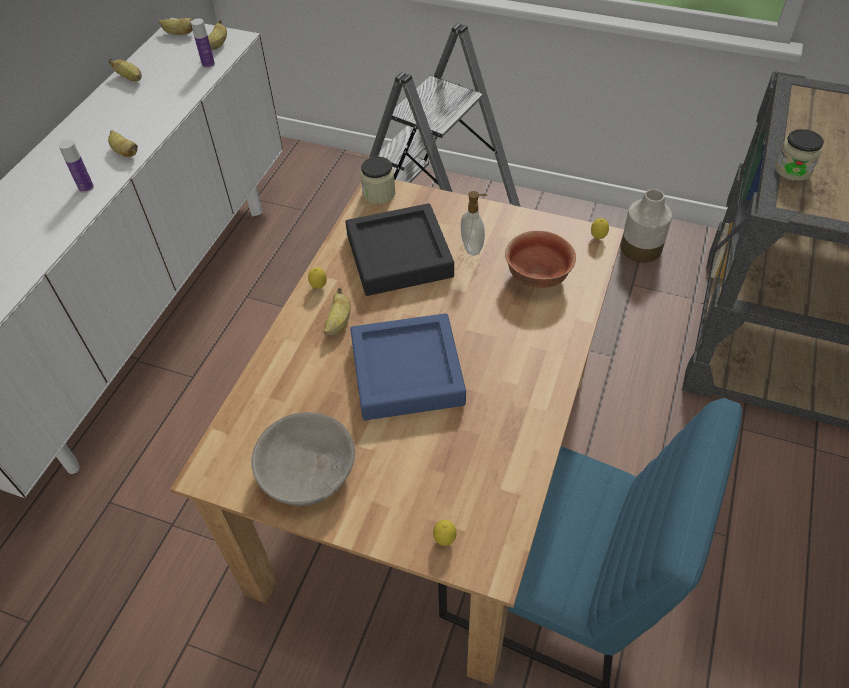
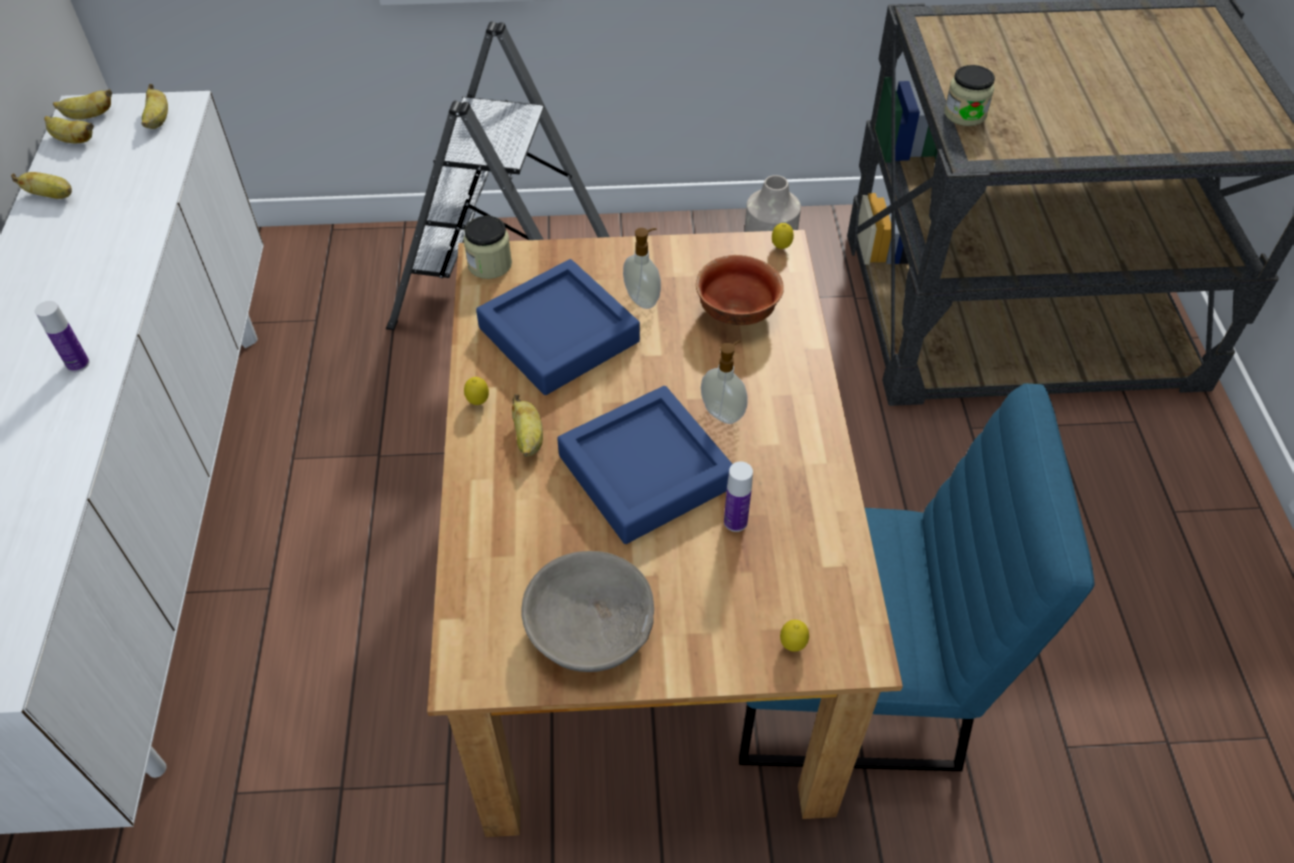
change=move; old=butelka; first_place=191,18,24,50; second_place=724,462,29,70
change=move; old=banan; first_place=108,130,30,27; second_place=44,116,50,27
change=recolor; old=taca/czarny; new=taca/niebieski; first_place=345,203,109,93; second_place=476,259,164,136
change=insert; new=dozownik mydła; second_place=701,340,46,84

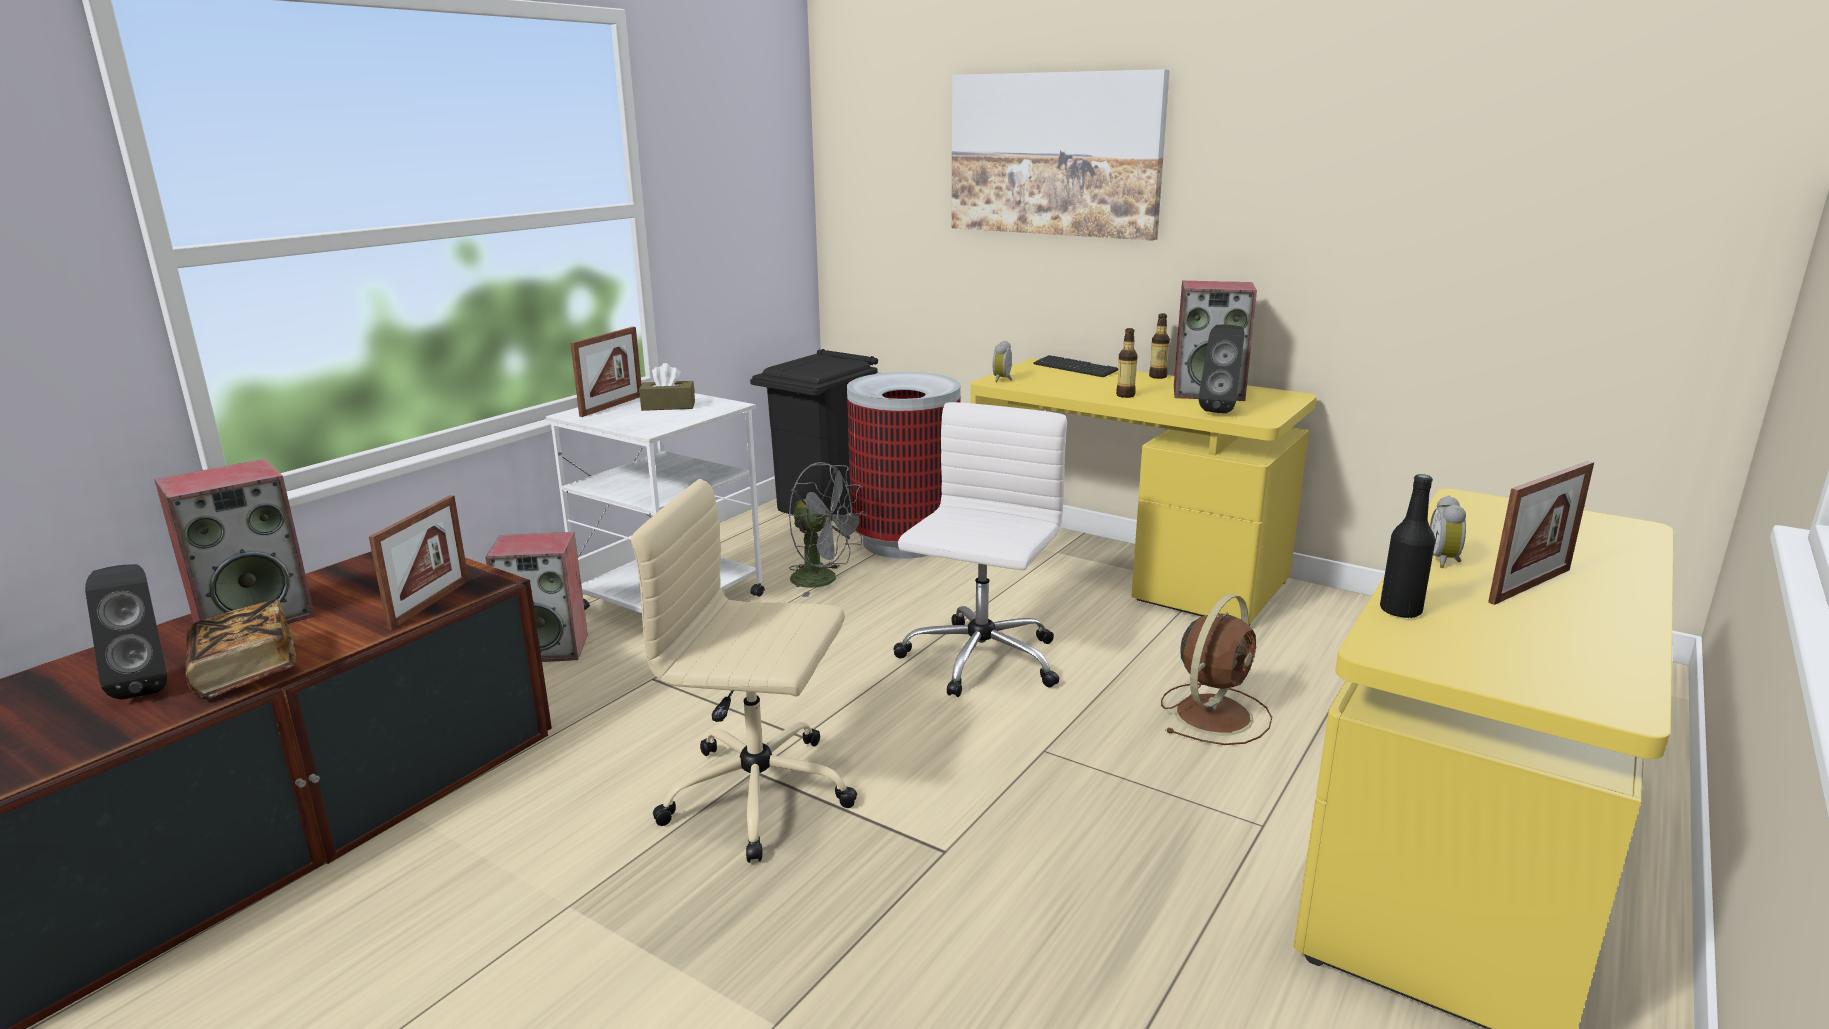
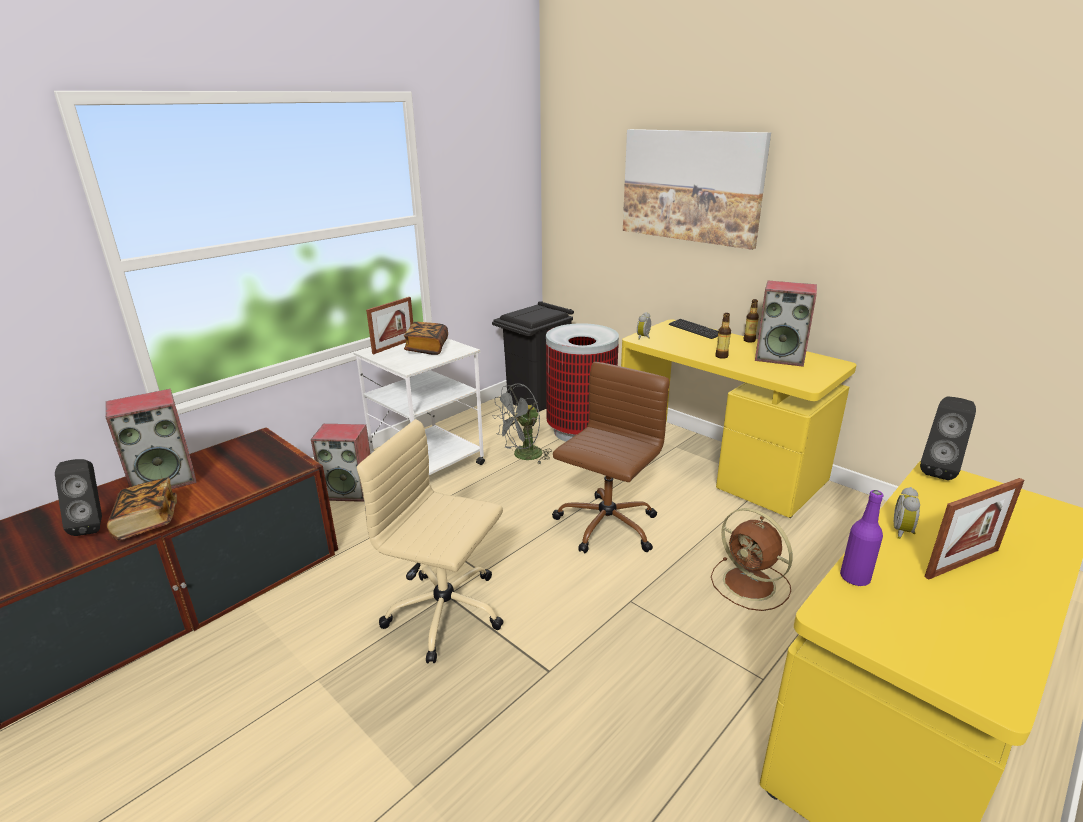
change=move; old=głośnik/czarny; first_place=1198,325,47,88; second_place=920,396,56,84
change=replace; old=pudełko chusteczek/brązowy; new=książka; first_place=639,363,56,48; second_place=404,322,44,33
change=recolor; old=krzesło biurowe/biały; new=krzesło biurowe/brązowy; first_place=893,402,174,295; second_place=552,362,118,191
change=rotate; old=wentylator/szary; first_place=788,462,79,135; second_place=492,383,60,81; degrees=105
change=recolor; old=butelka/czarny; new=butelka/fioletowy; first_place=1380,474,55,145; second_place=840,490,44,96
change=delete; old=ramka na zdjęcie; first_place=369,495,100,135
change=rotate; old=wentylator/brązowy; first_place=1161,594,111,151; second_place=711,508,82,103; degrees=90

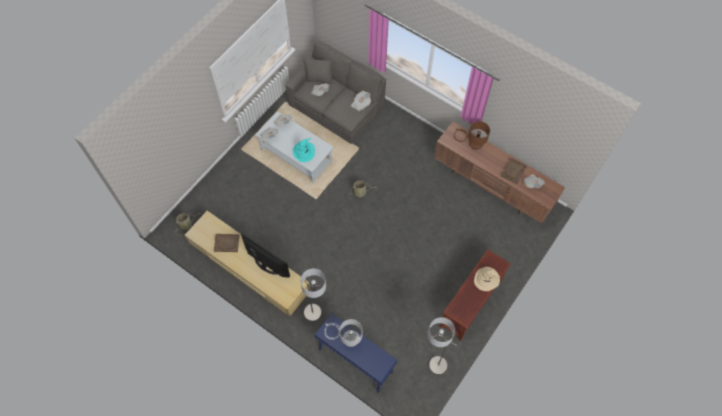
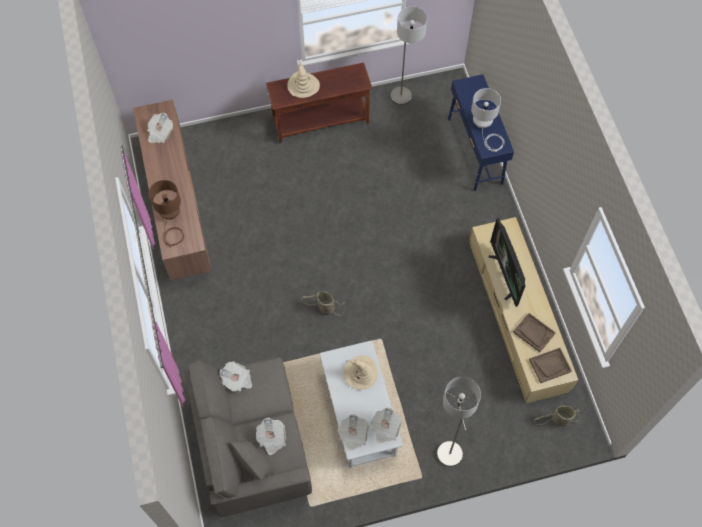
change=recolor; old=kapelusz/turkusowy; new=kapelusz/beżowy; first_place=293,138,22,24; second_place=343,355,35,35
change=move; old=taca/brązowy; first_place=501,158,26,26; second_place=529,348,43,35
change=move; old=lampa stojąca/szary; first_place=301,269,25,52; second_place=437,377,44,90

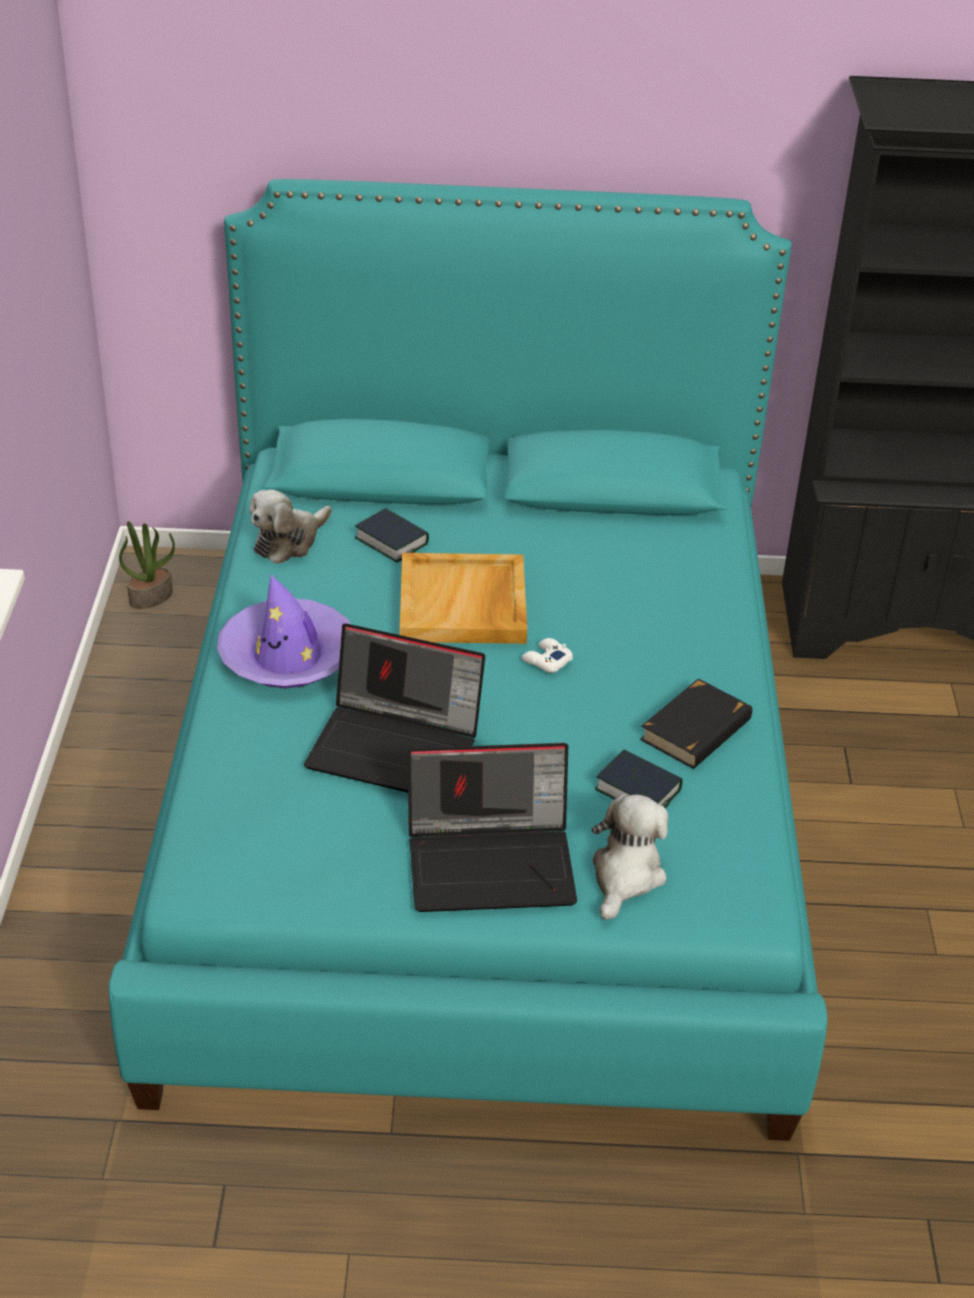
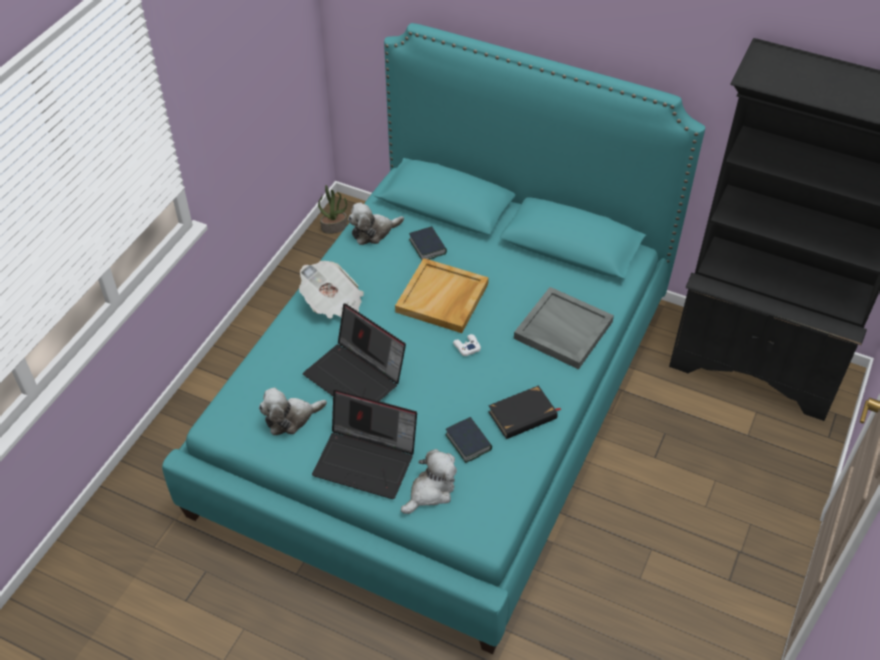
change=replace; old=kapelusz/fioletowy; new=gazeta; first_place=217,575,134,113; second_place=299,261,65,58
change=insert; new=taca/szary; second_place=514,287,100,82
change=insert; new=pluszak; second_place=259,388,68,47

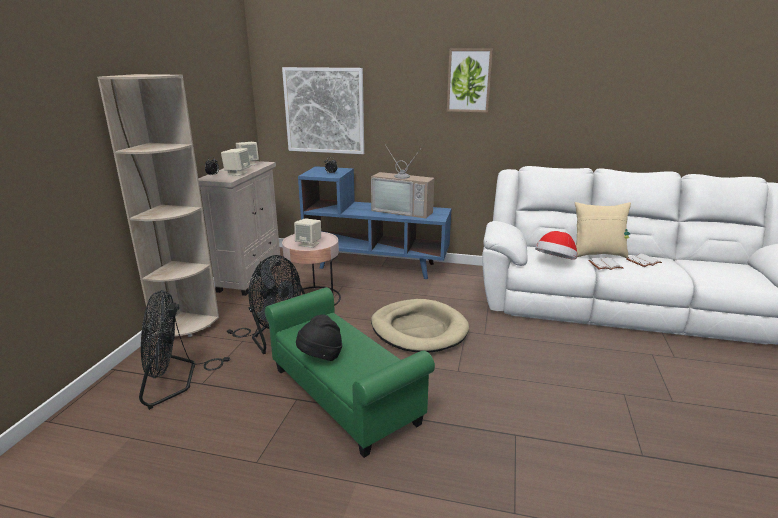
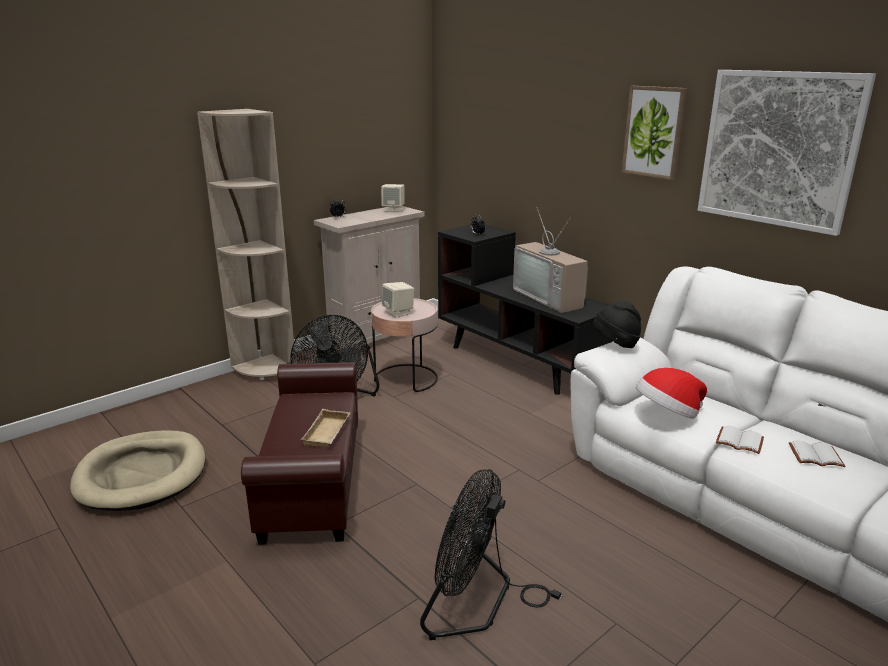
change=move; old=obraz; first_place=282,67,82,87; second_place=698,70,178,166
change=delete; old=głośnik/beżowy; first_place=221,148,30,28
change=recolor; old=szafka pod telewizor/niebieski; new=szafka pod telewizor/czarny; first_place=298,166,154,113; second_place=438,225,175,170
change=delete; old=poduszka/beżowy; first_place=575,202,56,56
change=recolor; old=pufa/zielony; new=pufa/brązowy; first_place=265,287,170,171; second_place=241,362,117,183
change=move; old=wentylator/czarny; first_place=139,290,92,120; second_place=420,469,143,172
change=move; old=legowisko/beżowy; first_place=371,299,98,54; second_place=70,430,136,81
change=move; old=kapelusz/czarny; first_place=296,314,46,47; second_place=593,301,48,47
change=insert; new=taca/beżowy; second_place=300,409,51,38

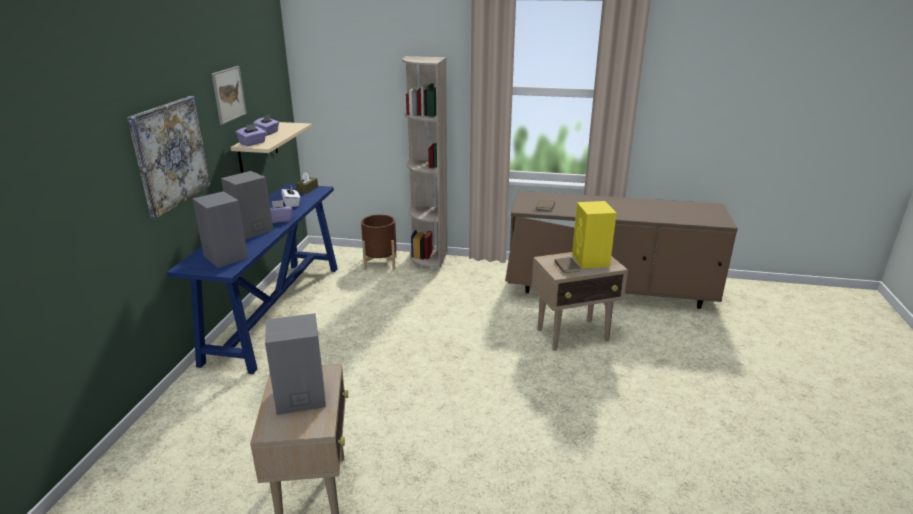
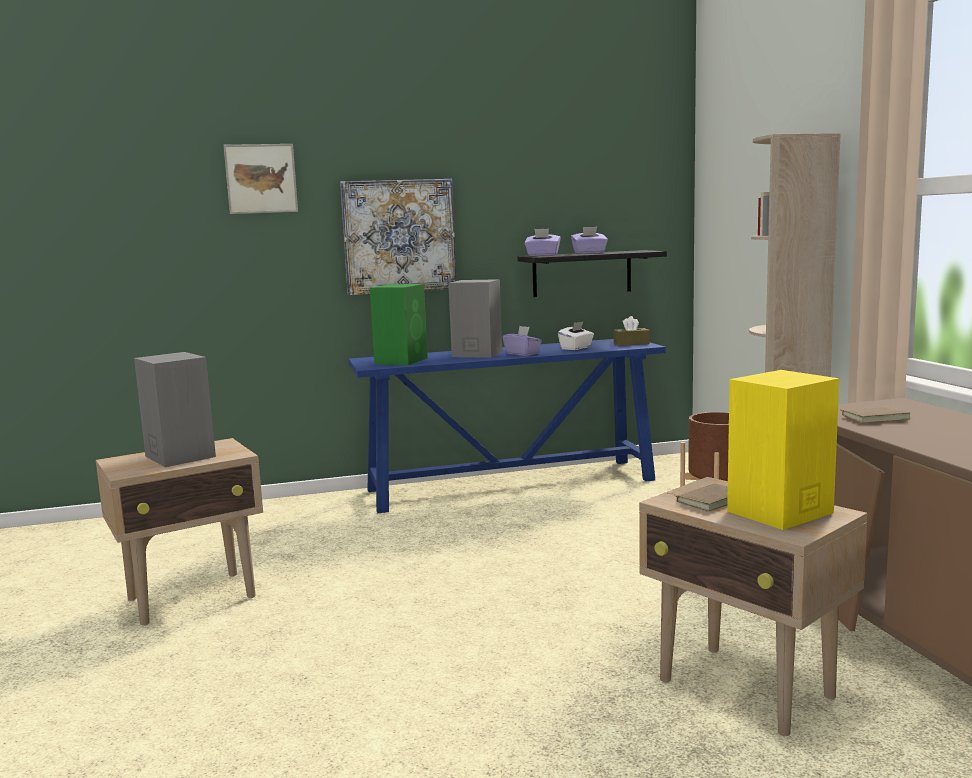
change=move; old=obraz; first_place=212,66,35,59; second_place=224,144,74,70
change=recolor; old=półka/beżowy; new=półka/czarny; first_place=230,122,82,51; second_place=517,250,150,47
change=recolor; old=głośnik/szary; new=głośnik/zielony; first_place=192,191,56,77; second_place=370,284,58,81

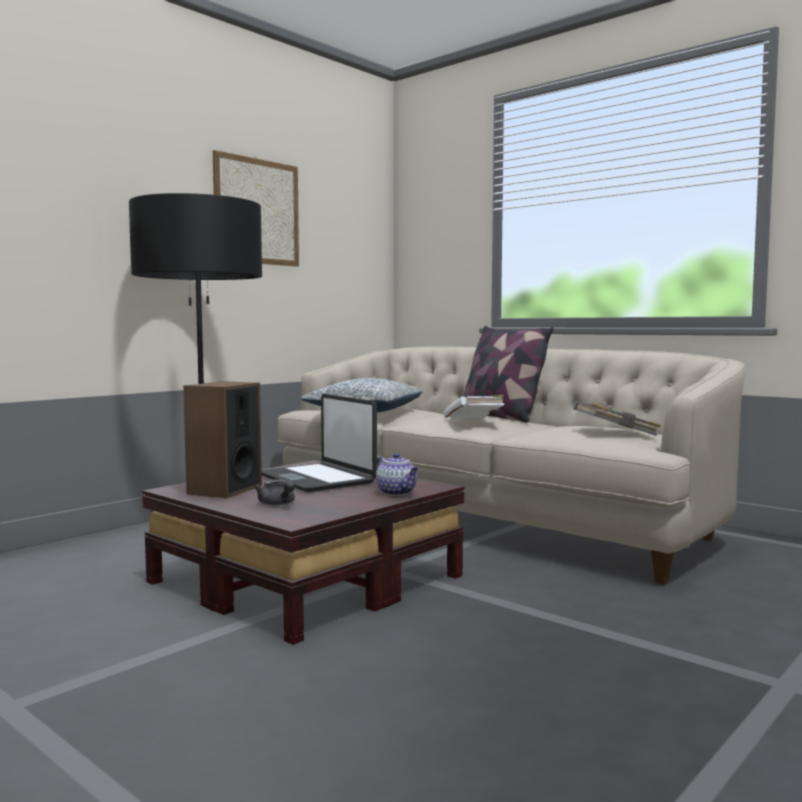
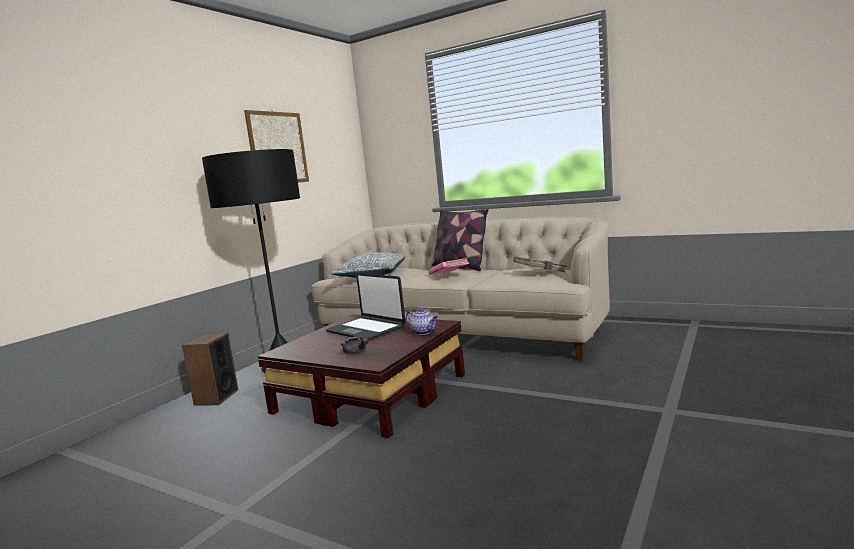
change=move; old=głośnik; first_place=183,381,79,117; second_place=182,333,56,73
change=recolor; old=książka/biały; new=książka/różowy; first_place=444,395,60,23; second_place=428,257,41,17

